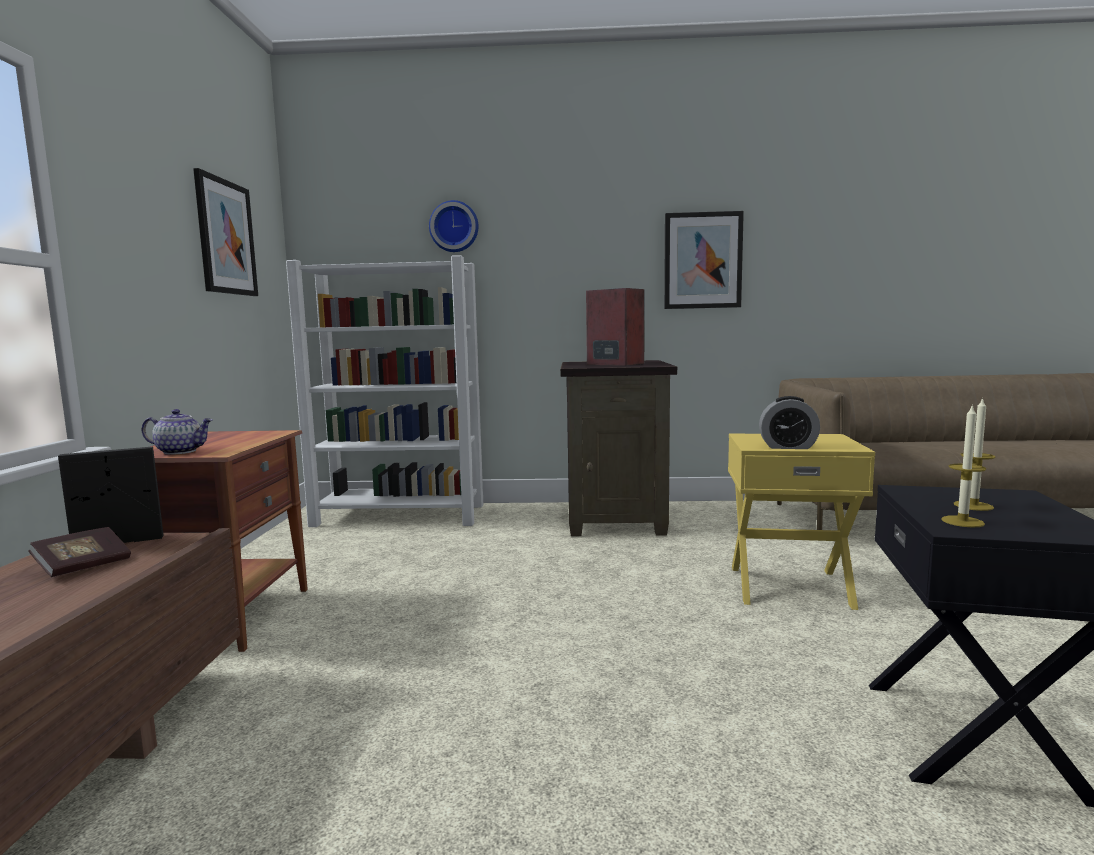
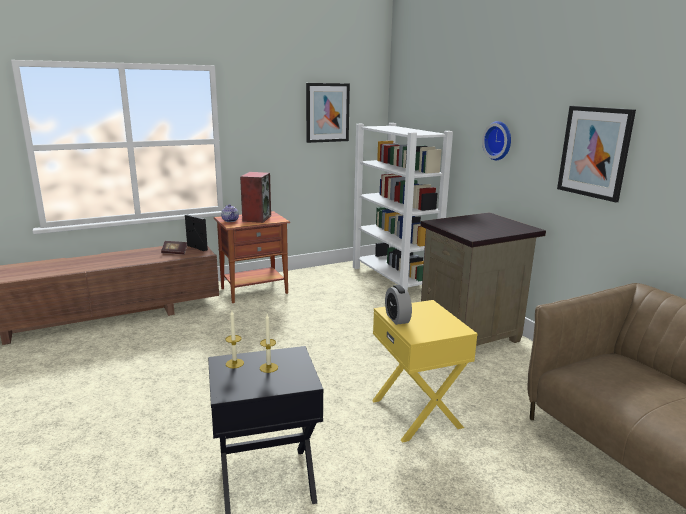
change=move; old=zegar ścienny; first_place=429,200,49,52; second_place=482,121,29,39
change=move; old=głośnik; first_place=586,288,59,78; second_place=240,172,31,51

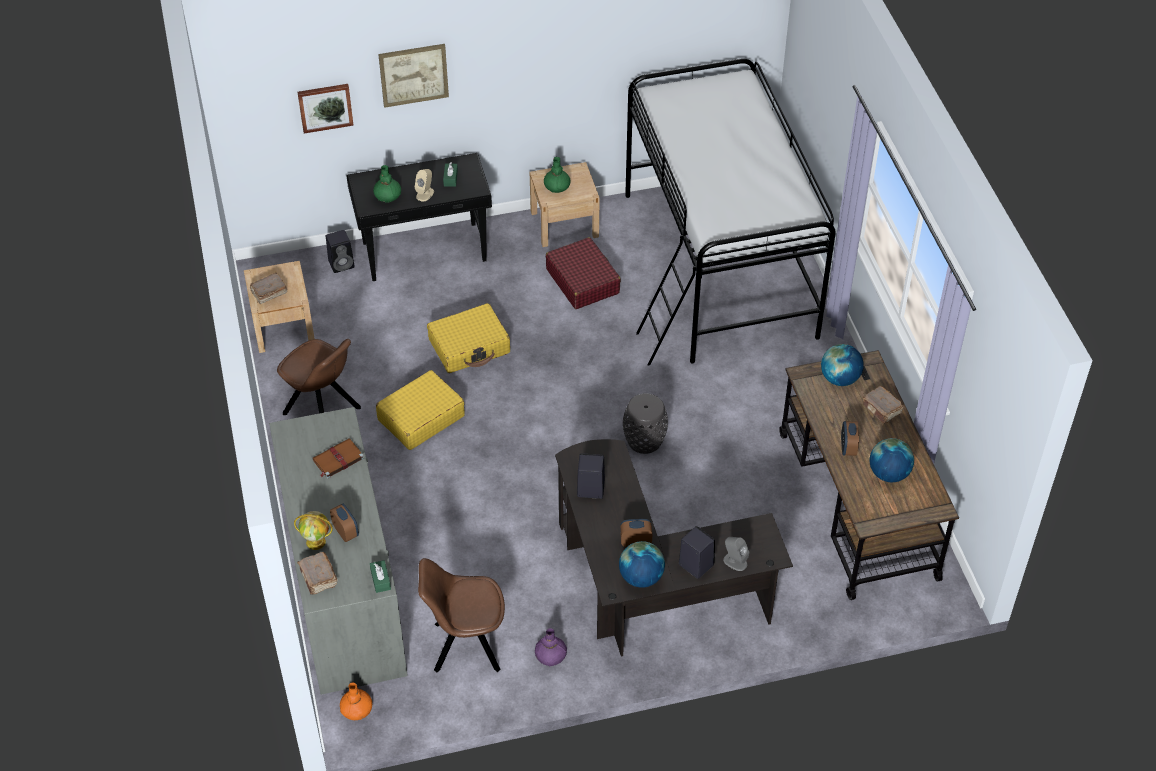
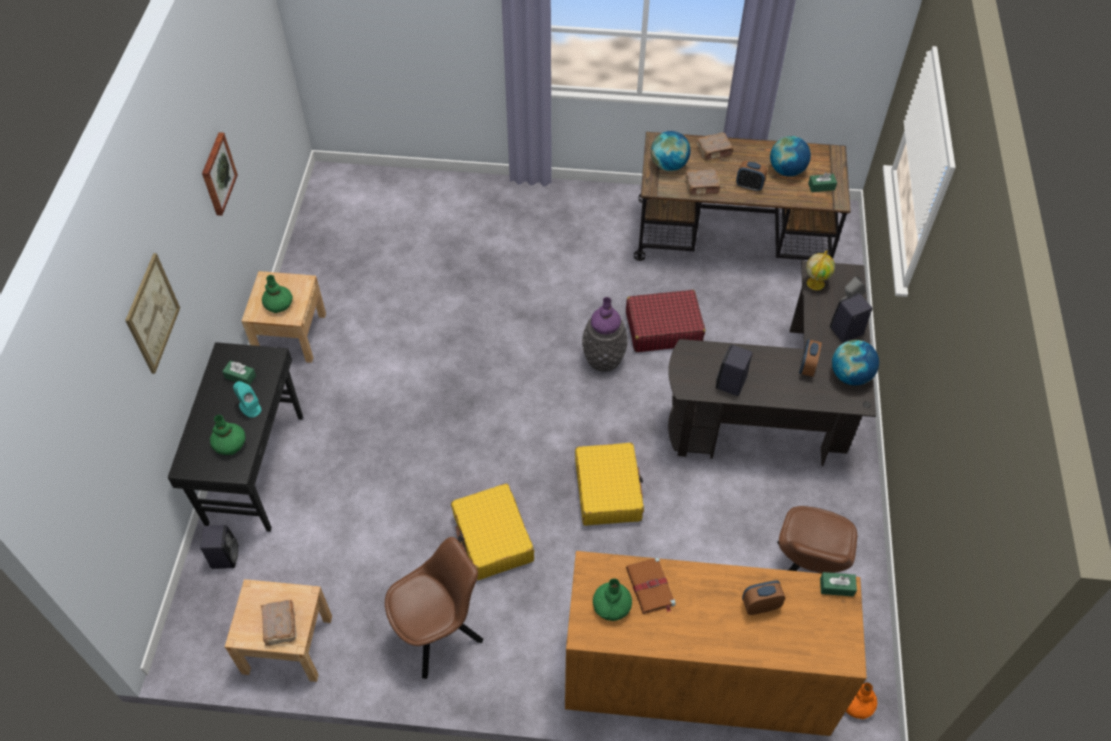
change=delete; old=łóżko/czarny; first_place=625,59,211,307
change=move; old=obraz; first_place=297,84,56,50; second_place=202,132,36,84
change=recolor; old=głośnik/beżowy; new=głośnik/turkusowy; first_place=415,169,19,33; second_place=233,381,28,37
change=move; old=walizka/czerwony; first_place=546,237,75,72; second_place=626,290,79,62
change=move; old=walizka/żółty; first_place=427,303,83,70; second_place=575,443,69,83
change=recolor; old=komoda/szary; new=komoda/brązowy; first_place=269,407,139,288; second_place=565,551,302,185
change=move; old=globus; first_place=294,511,39,39; second_place=806,250,29,40
change=move; old=książka/brązowy; first_place=297,552,41,43; second_place=685,169,36,26
change=move; old=wazon/fioletowy; first_place=535,628,32,38; second_place=591,297,30,38
change=insert; new=pudełko chusteczek/zielony; second_place=808,172,29,20
change=insert; new=wazon/zielony; second_place=593,578,39,43

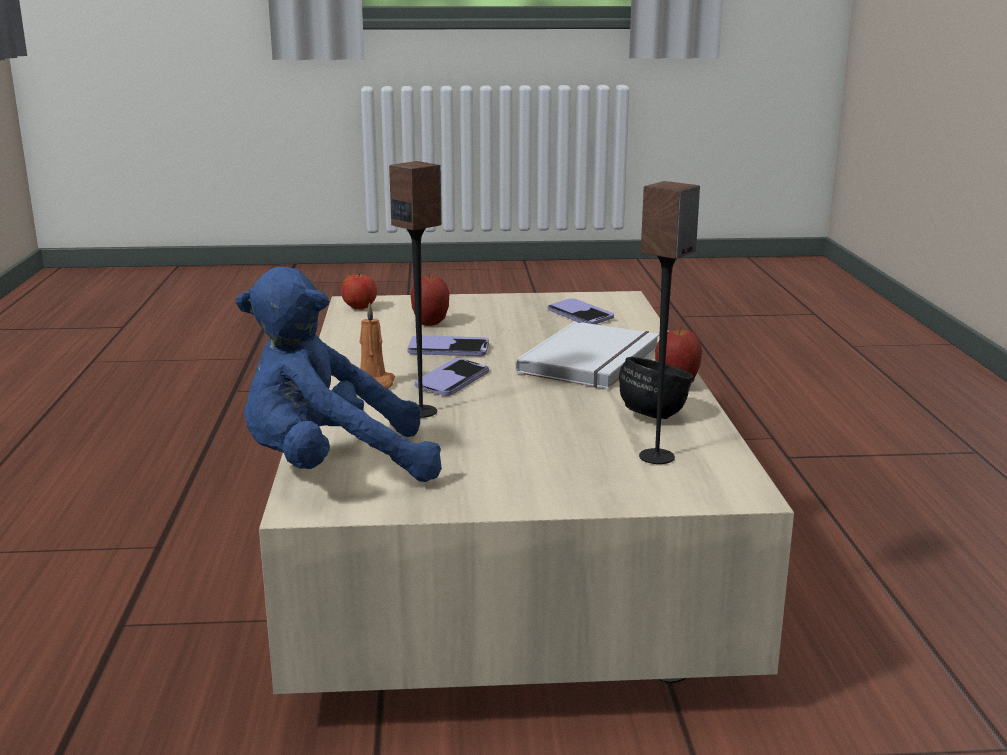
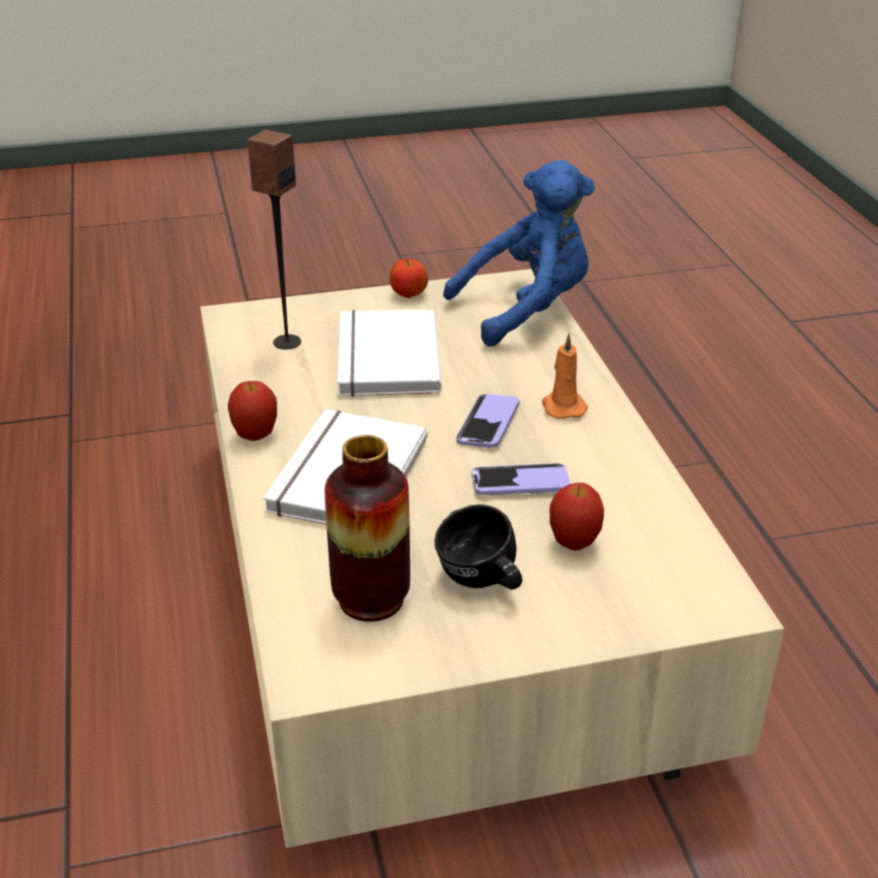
change=delete; old=głośnik; first_place=389,161,53,257
change=move; old=jabłko; first_place=341,272,36,38; second_place=390,259,38,39
change=replace; old=telefon; new=wazon; first_place=548,298,66,26; second_place=325,435,85,187
change=move; old=kubek/czarny; first_place=619,357,74,62; second_place=434,504,88,86
change=insert; new=książka/biały; second_place=338,309,104,88

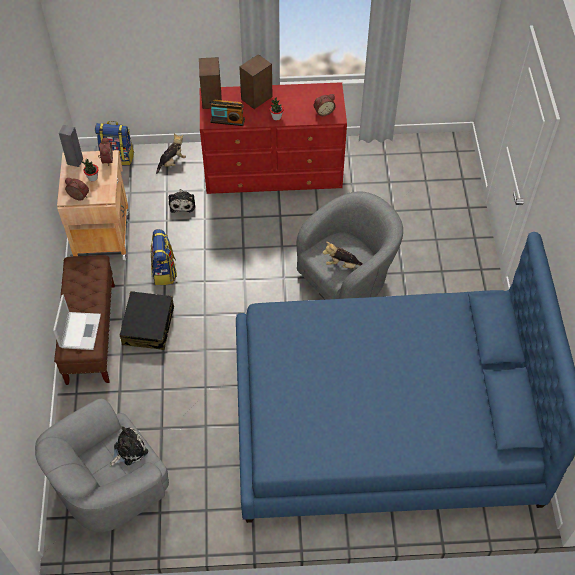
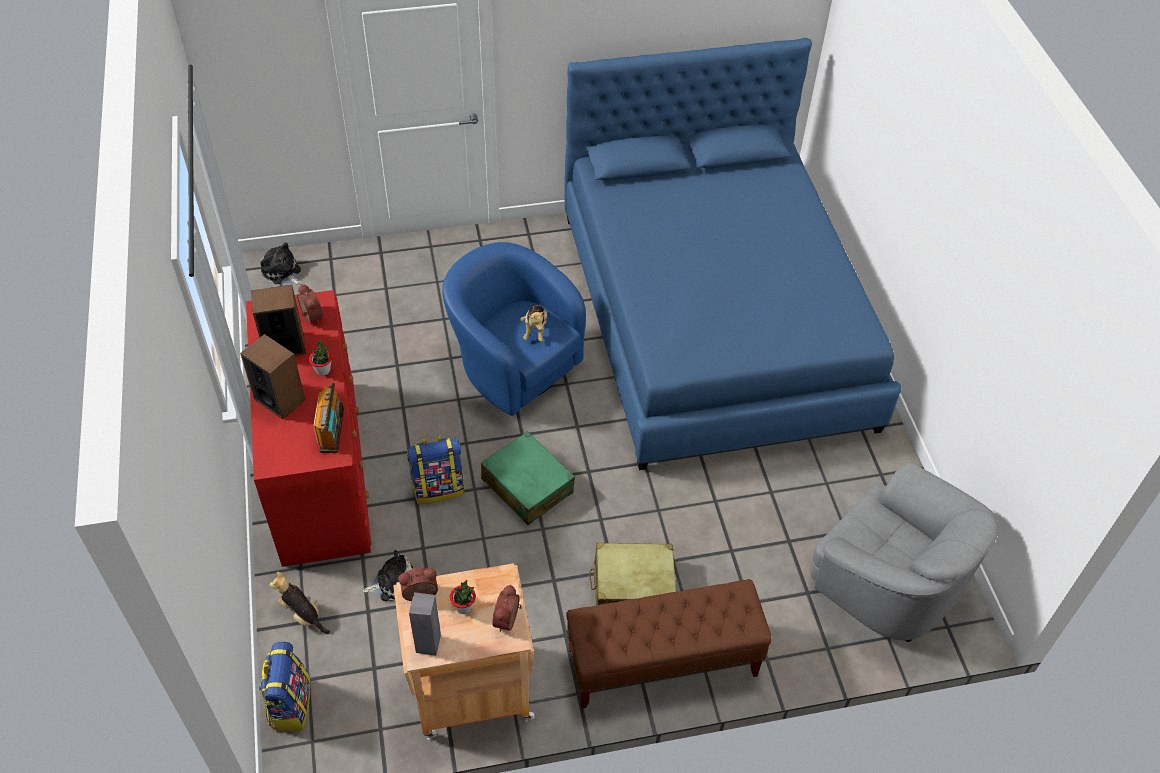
change=move; old=głośnik; first_place=199,57,23,52; second_place=251,285,55,71
change=recolor; old=fotel/szary; new=fotel/niebieski; first_place=297,192,106,108; second_place=442,242,144,174
change=move; old=plecak; first_place=151,229,26,56; second_place=407,436,57,68
change=recolor; old=walizka/czarny; new=walizka/beżowy; first_place=120,291,54,59; second_place=589,543,87,62
change=delete; old=laptop; first_place=53,295,48,55
change=move; old=pluszak; first_place=110,427,38,39; second_place=261,242,40,43
change=insert; new=walizka/zielony; second_place=481,431,94,94

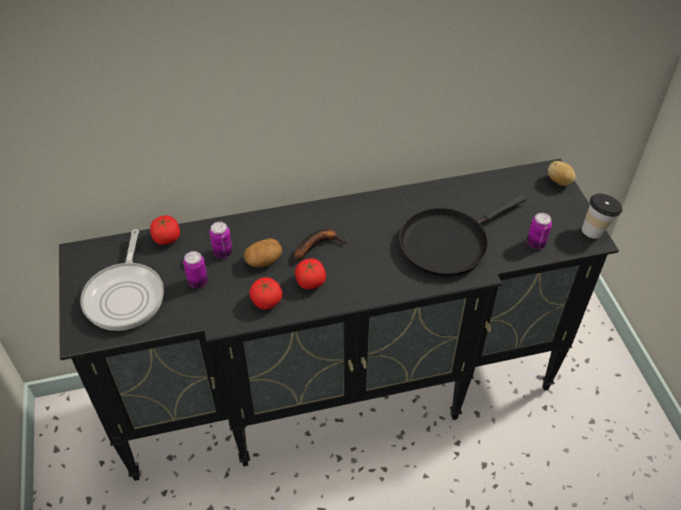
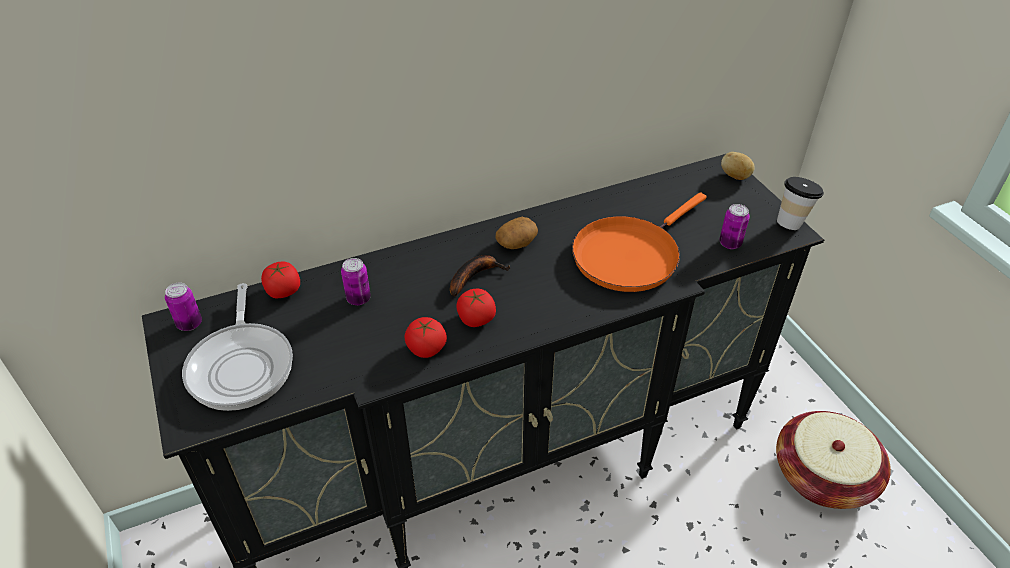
change=recolor; old=patelnia/czarny; new=patelnia/pomarańczowy; first_place=399,194,127,82; second_place=572,192,135,100
change=move; old=ziemniak; first_place=244,238,38,29; second_place=496,217,42,32
change=move; old=puszka; first_place=183,251,25,37; second_place=165,282,37,49
change=insert; new=koszyk; second_place=776,411,115,98

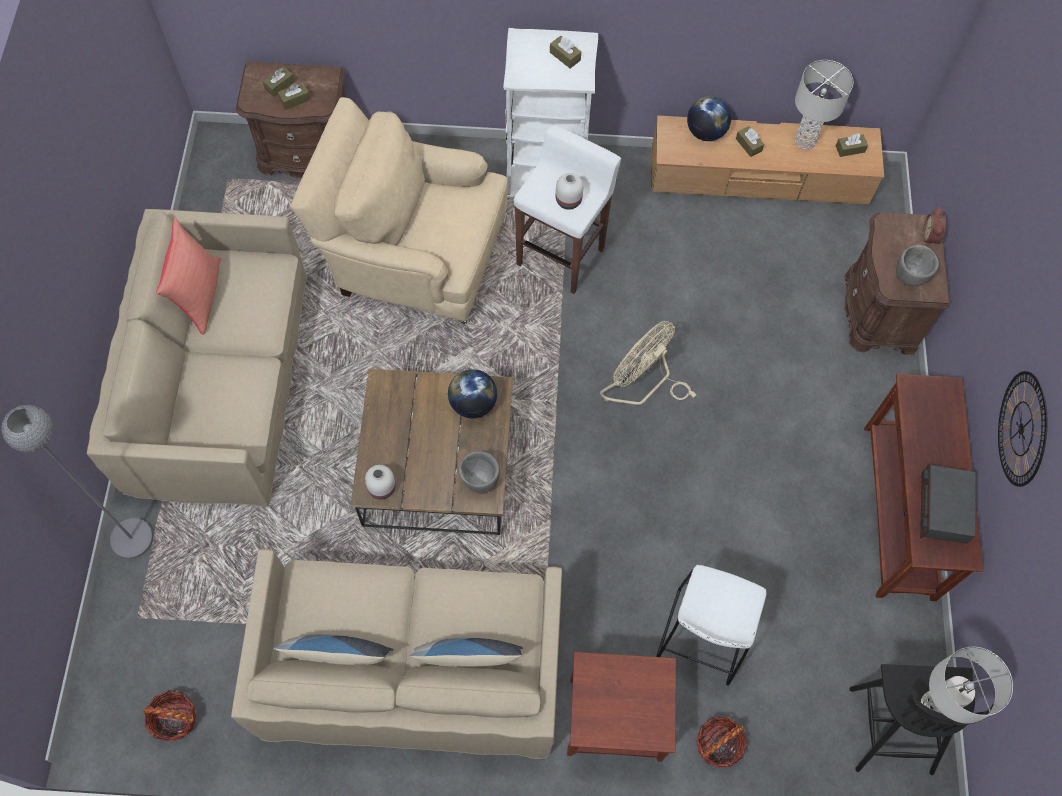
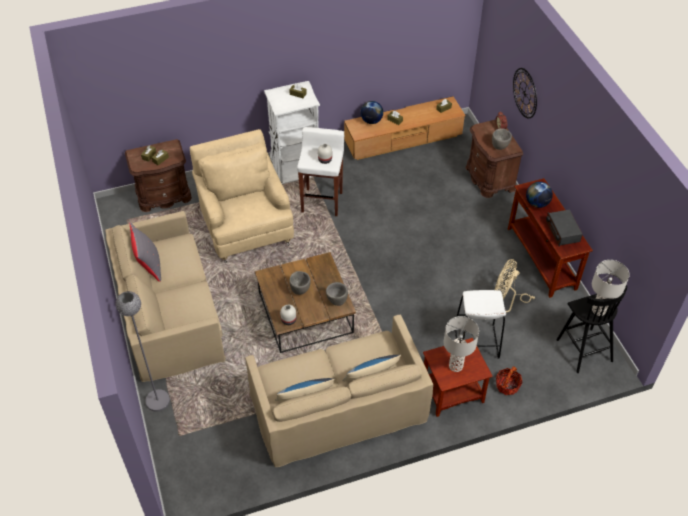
change=move; old=lampa stołowa/biały; first_place=795,60,58,90; second_place=444,316,35,56
change=rotate; old=fotel/beżowy; first_place=290,97,218,227; second_place=190,129,104,134; degrees=75
change=recolor; old=poduszka/czerwony; new=poduszka/szary; first_place=156,217,65,118; second_place=130,222,31,60
change=move; old=wentylator/beżowy; first_place=600,321,97,84; second_place=495,259,41,54
change=move; old=globus; first_place=448,369,49,49; second_place=526,182,27,26
change=move; old=zegar ścienny; first_place=998,371,50,116; second_place=513,68,24,51
change=delete; old=koszyk; first_place=143,690,53,51
change=insert; new=miska/szary; second_place=289,271,22,24

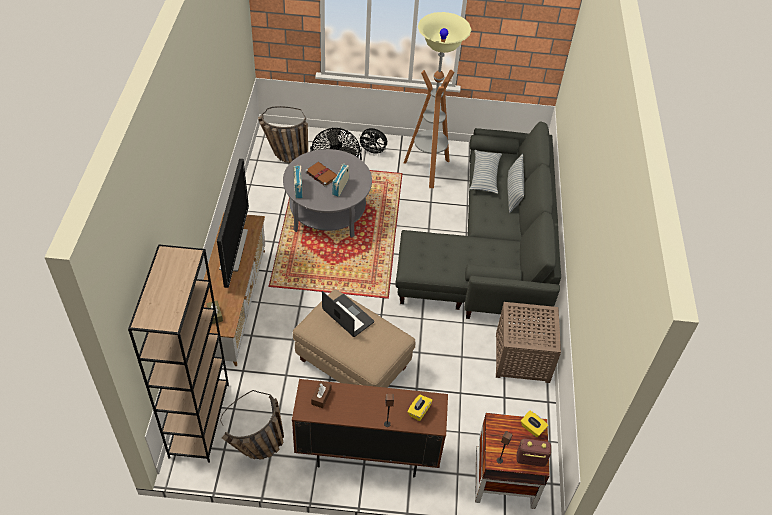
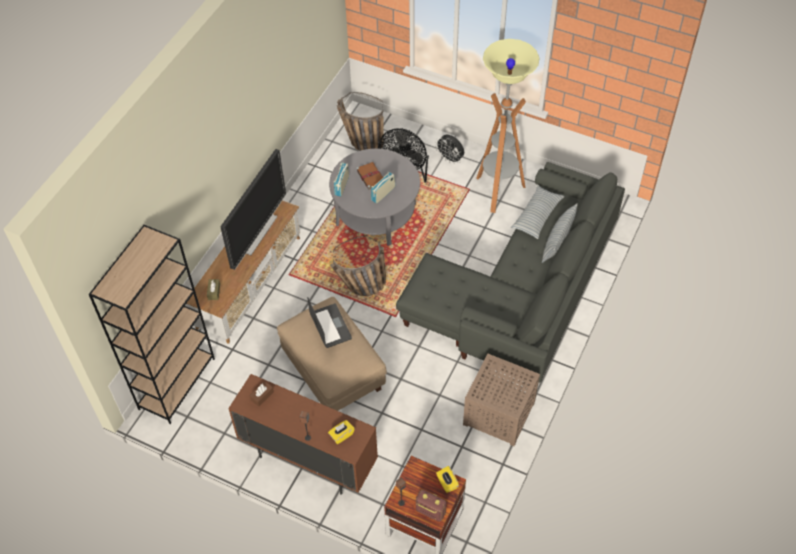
change=move; old=koszyk; first_place=220,390,64,70; second_place=330,235,56,61

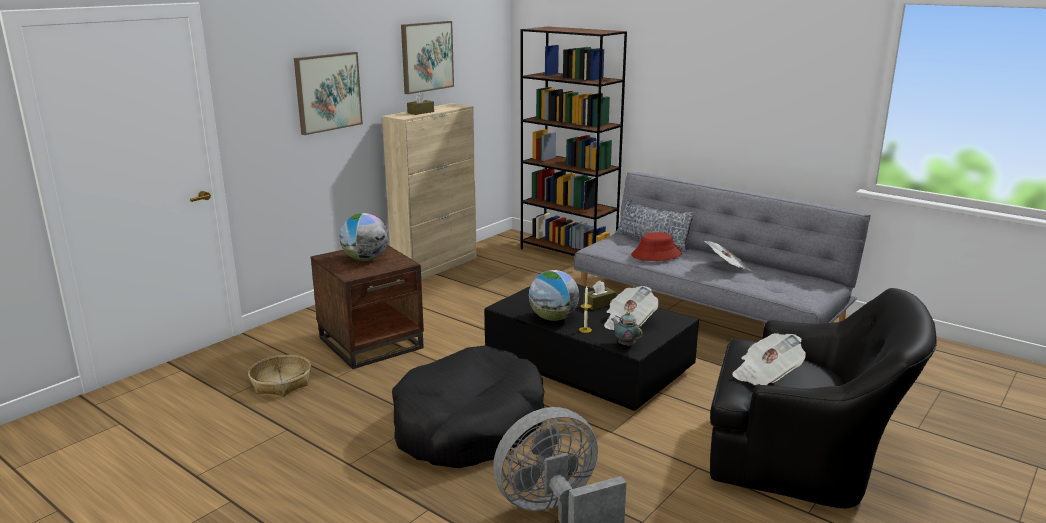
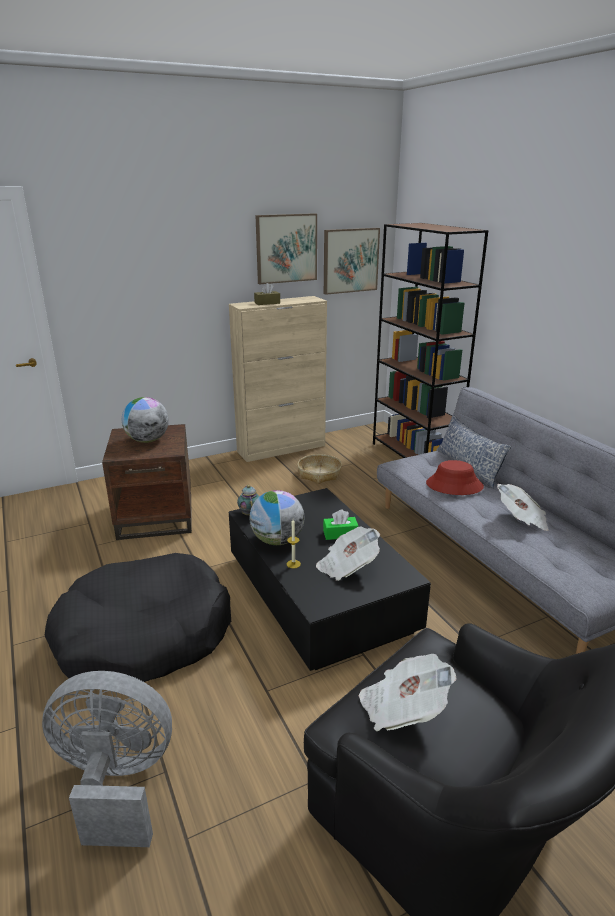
change=move; old=obraz; first_place=294,52,69,83; second_place=324,228,56,67
change=recolor; old=pudełko chusteczek/brązowy; new=pudełko chusteczek/zielony; first_place=583,281,33,29; second_place=323,510,35,30
change=move; old=imbryk; first_place=611,312,32,34; second_place=237,485,23,31
change=move; old=koszyk; first_place=248,355,63,41; second_place=298,454,44,30

